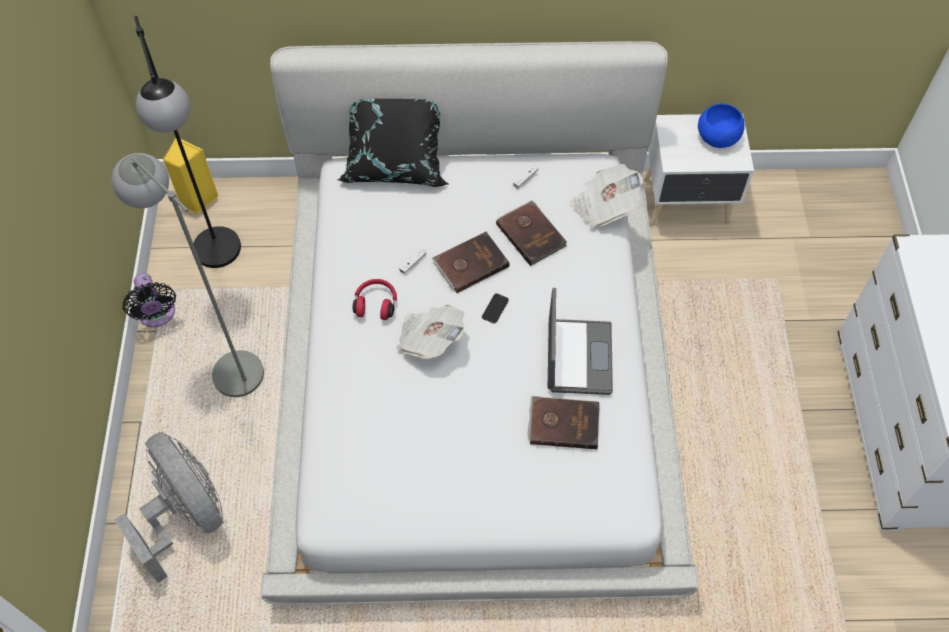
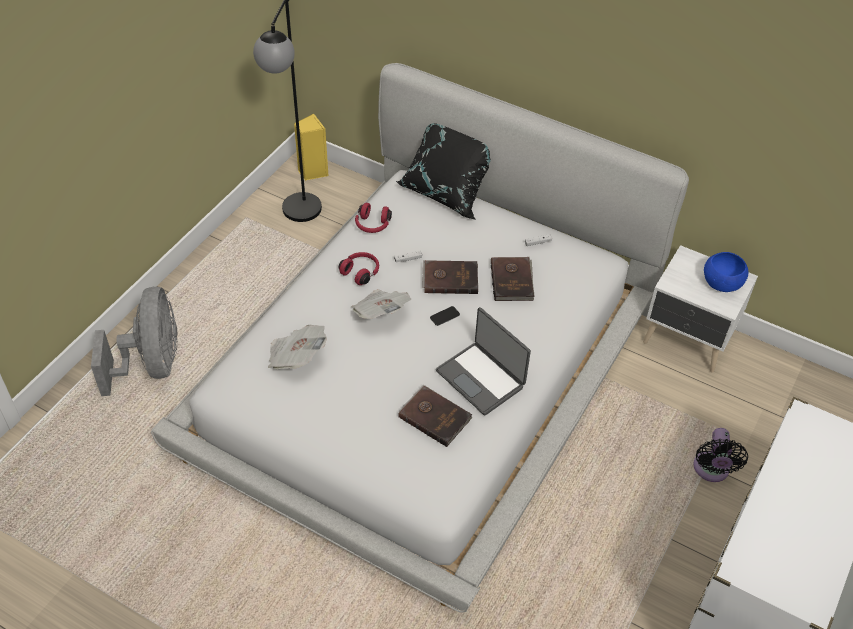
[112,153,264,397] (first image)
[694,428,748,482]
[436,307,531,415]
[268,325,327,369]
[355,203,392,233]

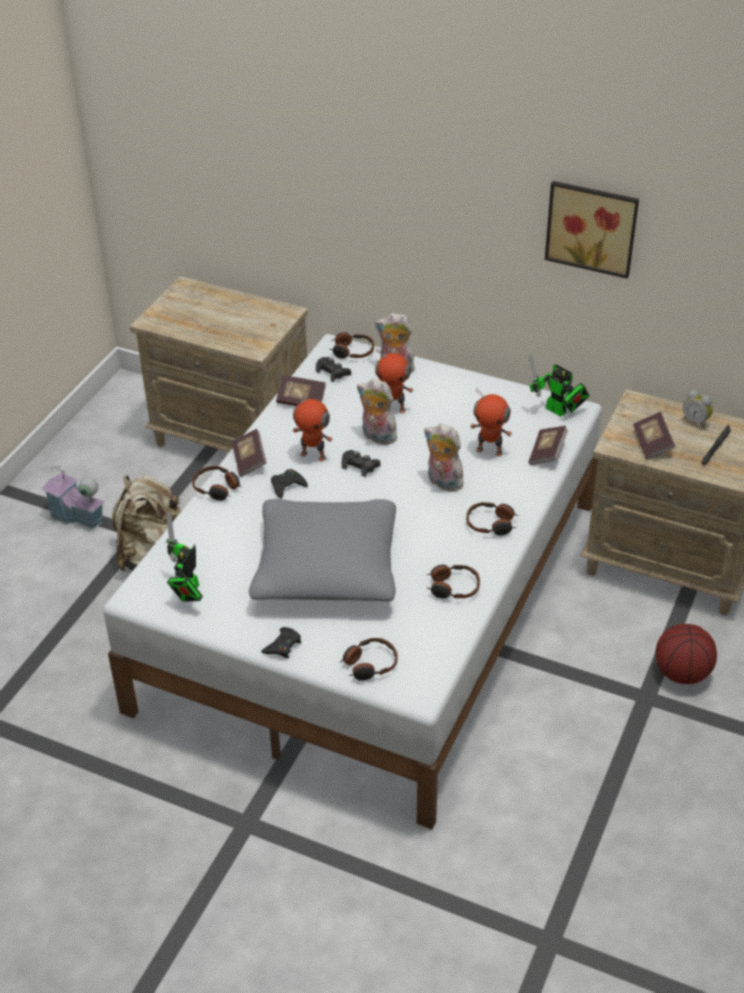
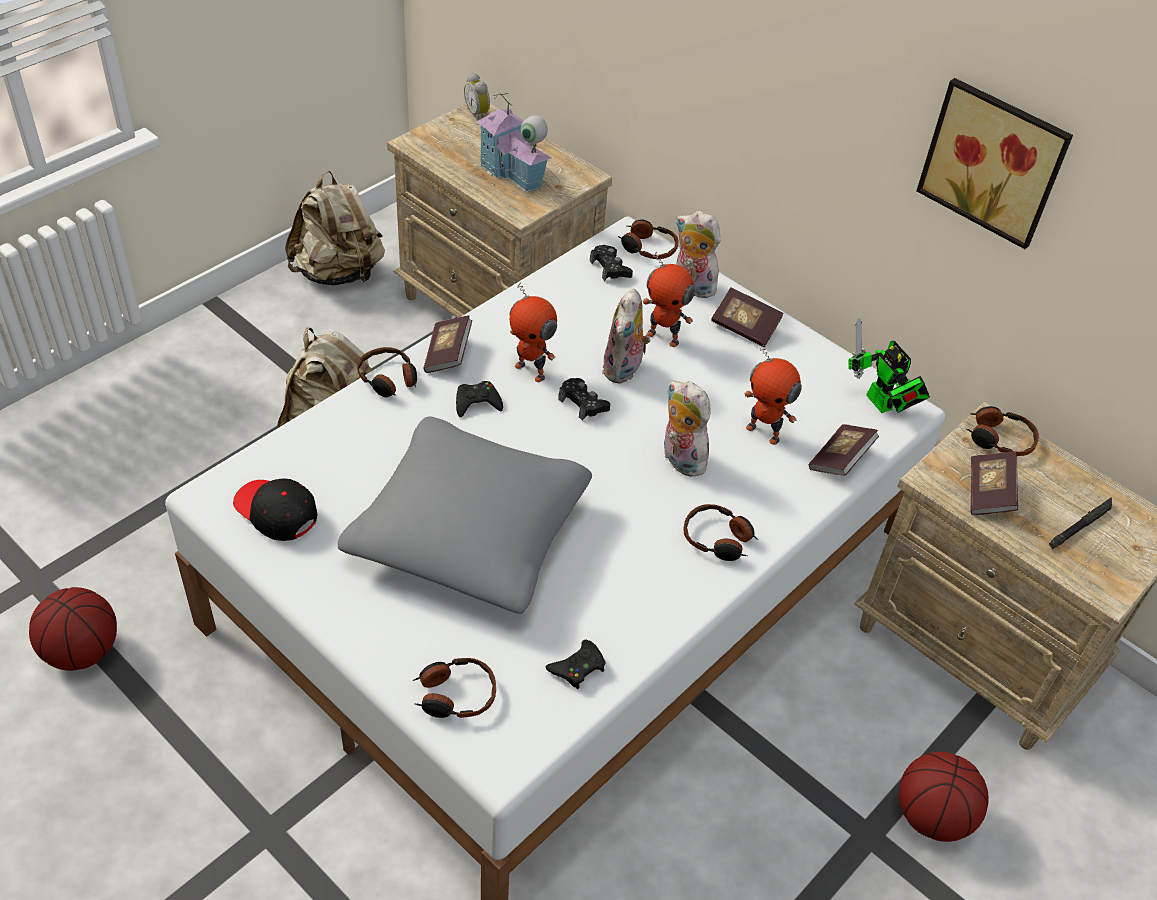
[476,90,552,192]
[233,478,318,541]
[545,640,606,689]
[711,288,783,347]
[602,289,650,384]
[967,406,1039,456]
[464,73,490,120]
[29,587,117,671]
[285,171,385,286]

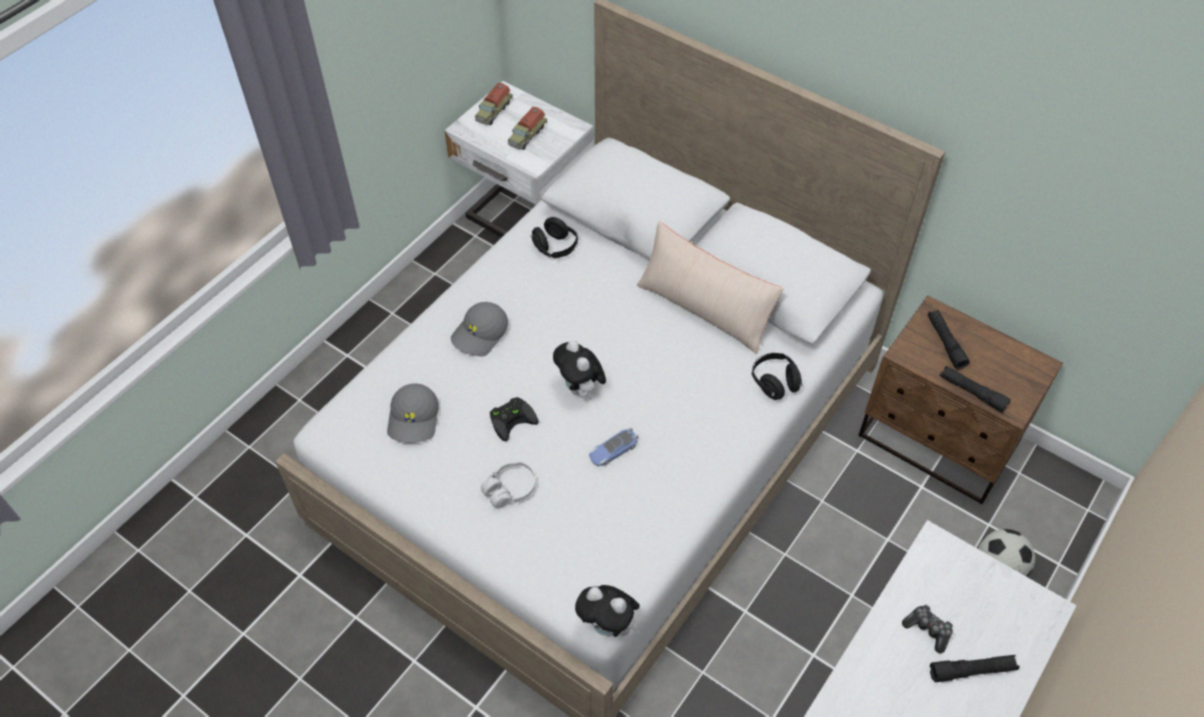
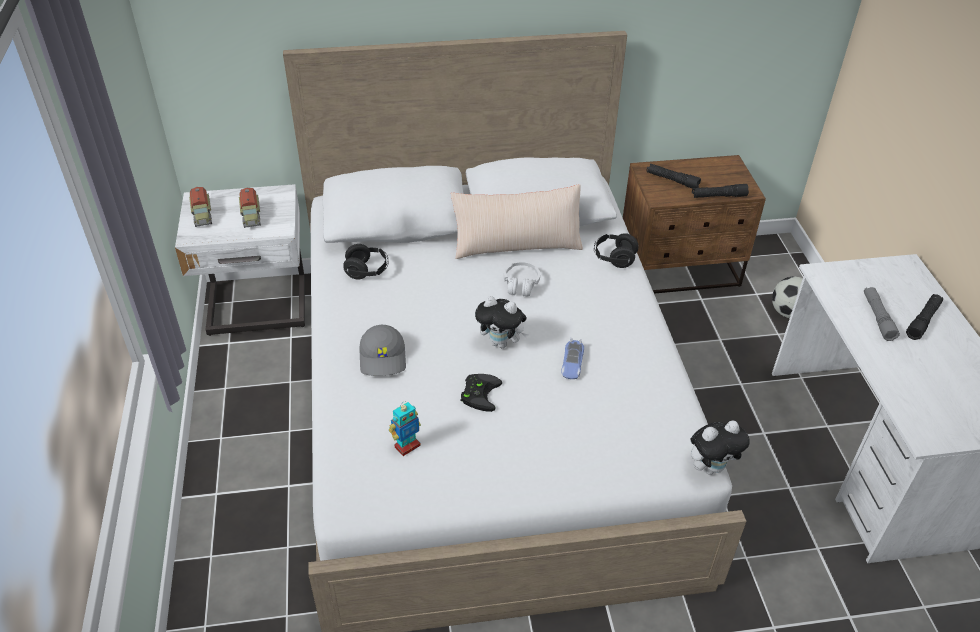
[389,402,421,456]
[504,262,540,297]
[864,287,900,341]

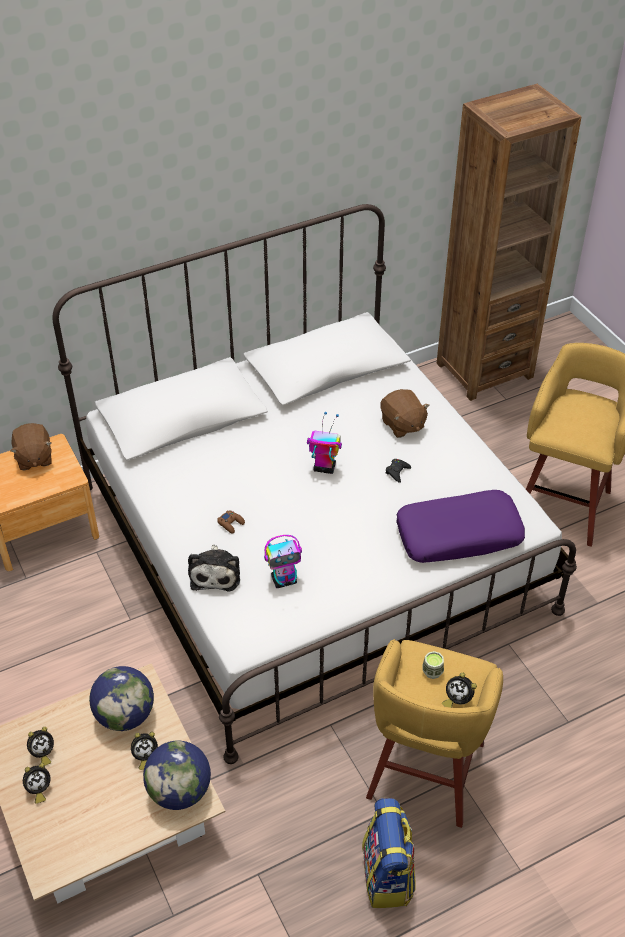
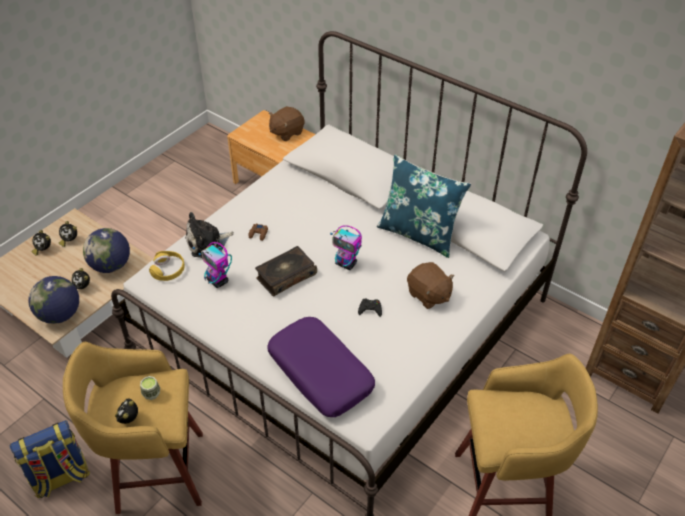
[330,225,362,270]
[407,262,455,309]
[149,251,185,281]
[255,246,317,296]
[377,155,471,258]

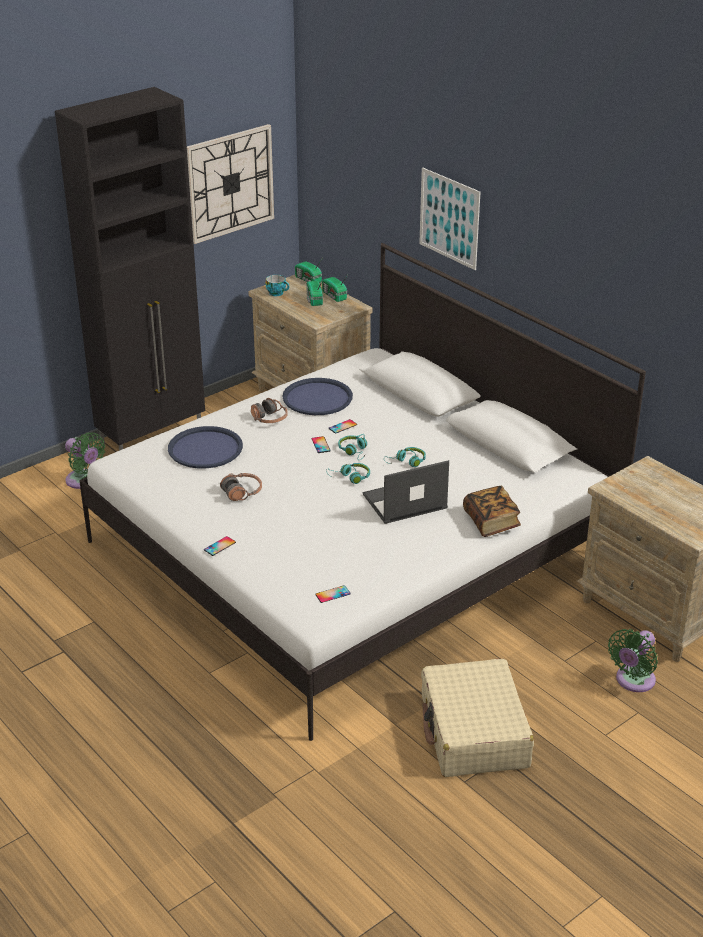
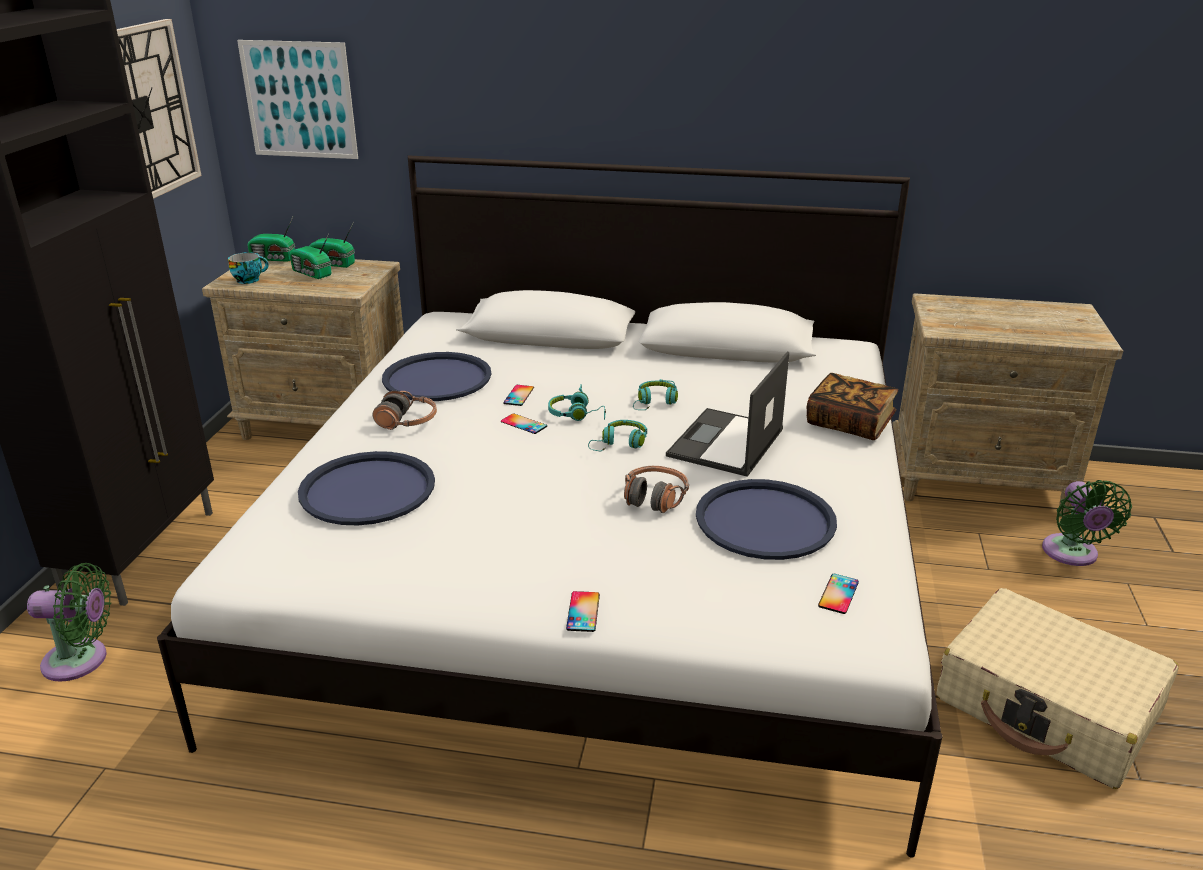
[624,466,689,513]
[237,40,358,159]
[696,479,837,560]

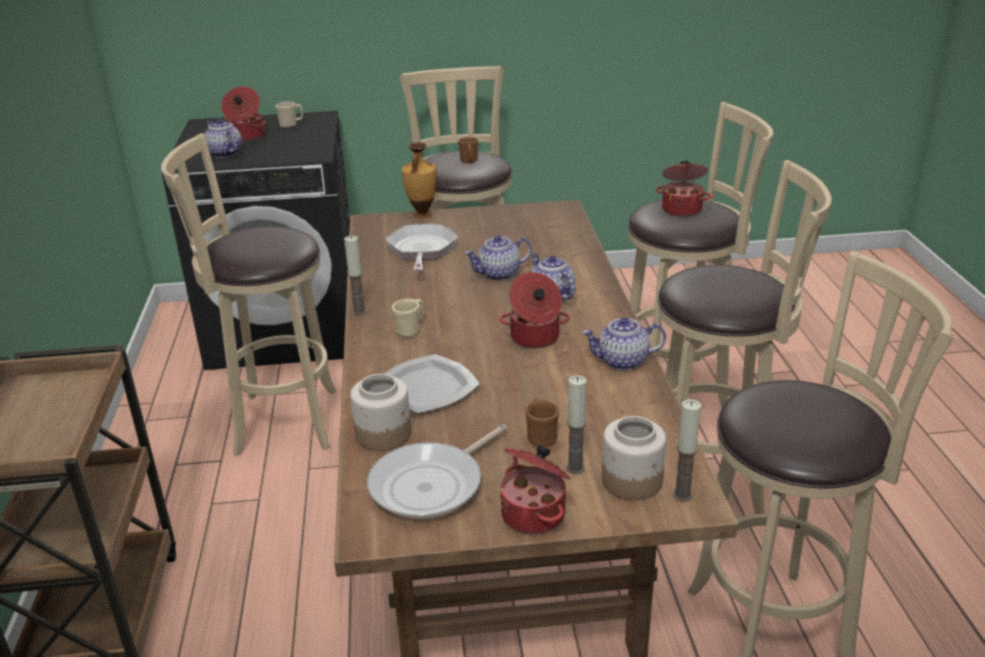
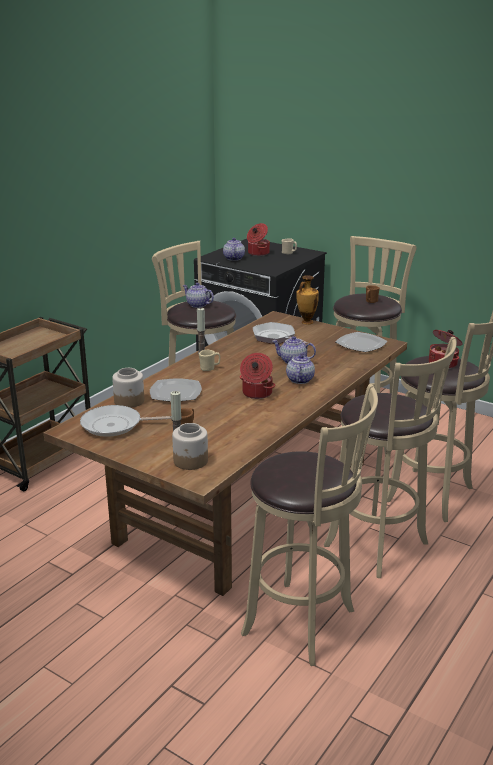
[253,322,308,344]
[501,445,571,534] (first image)
[183,283,214,308]
[673,399,701,501] (first image)
[336,332,387,352]

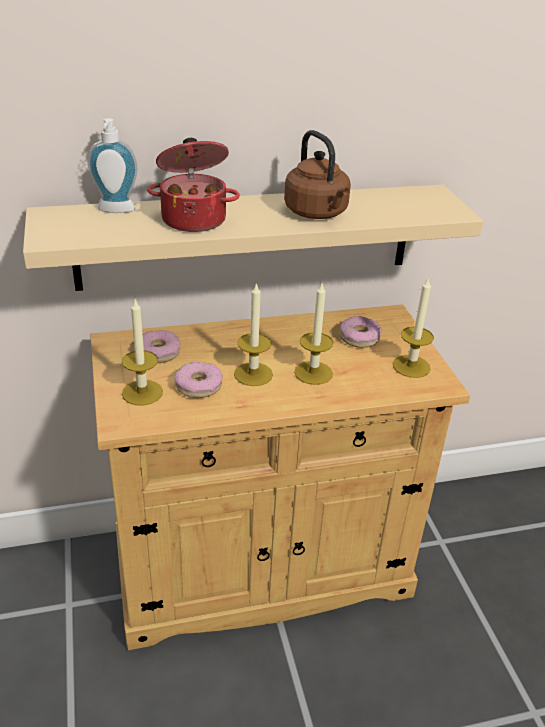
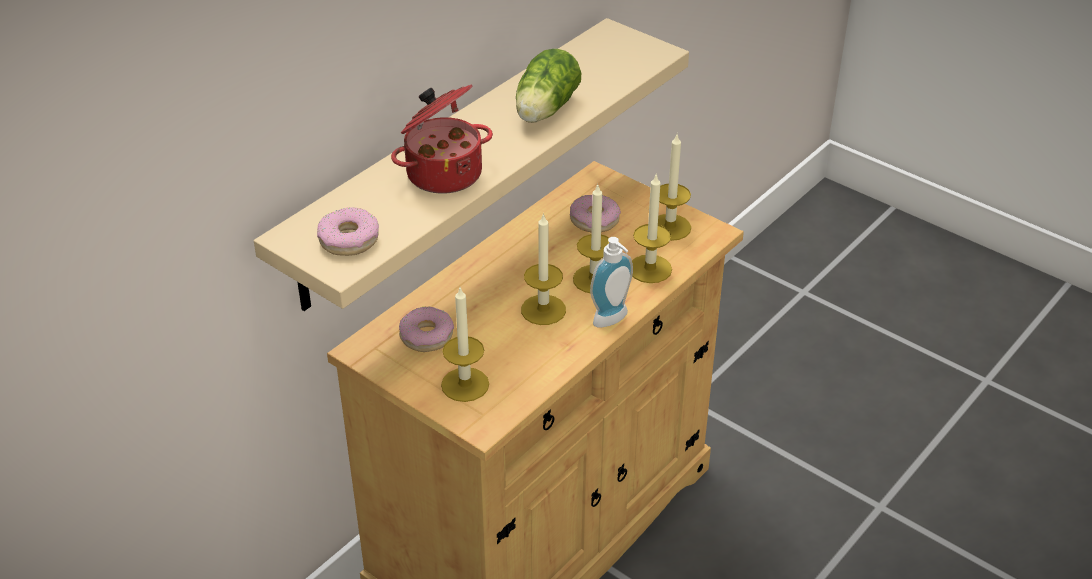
[590,237,633,328]
[317,207,379,256]
[516,49,581,122]
[632,173,672,283]

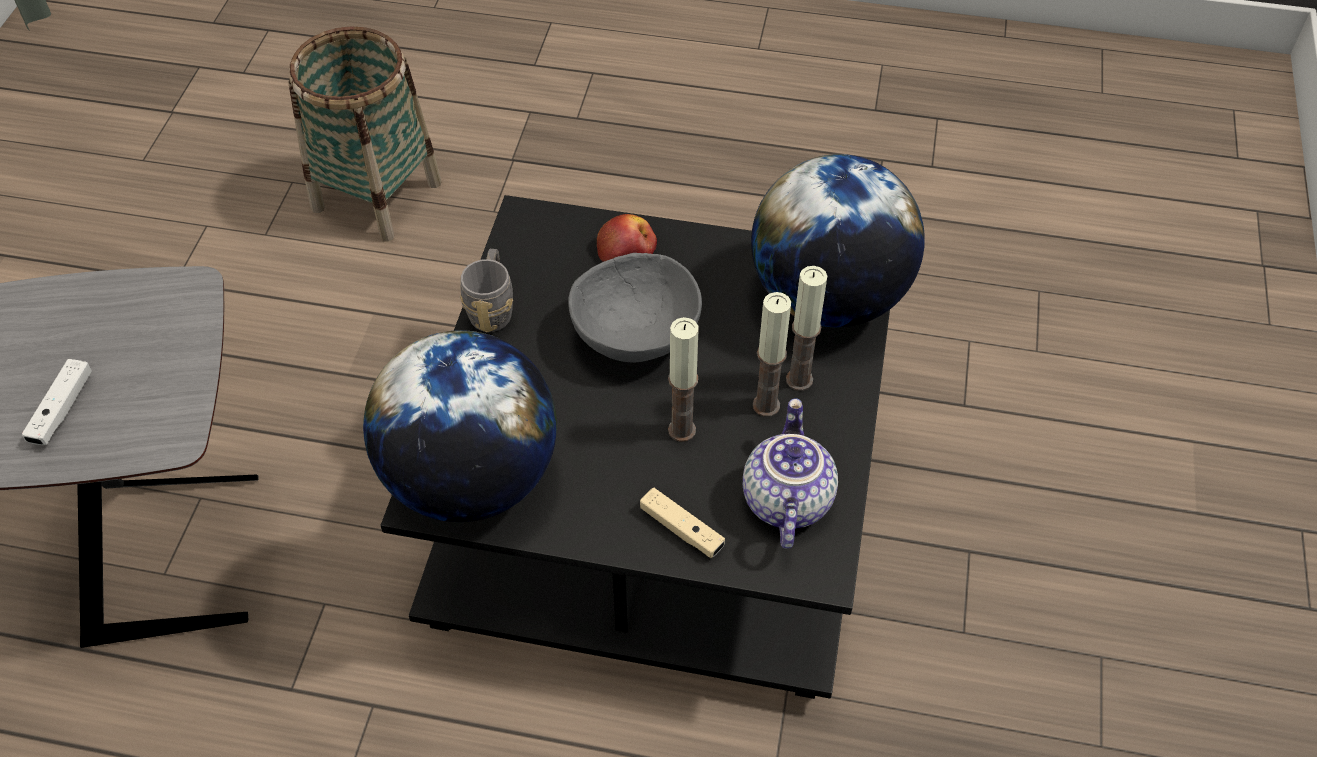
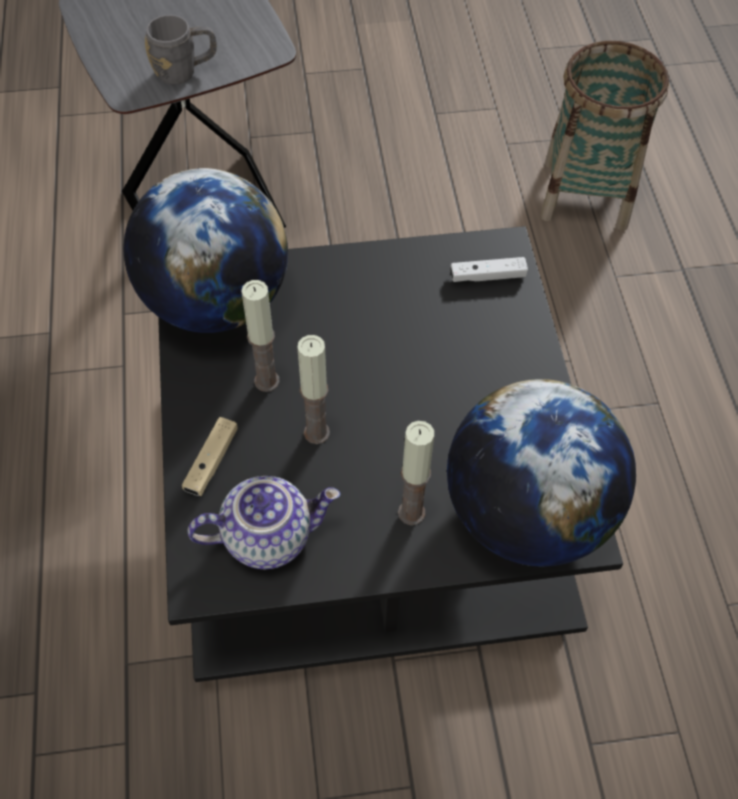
[450,257,528,282]
[145,15,217,85]
[568,253,702,362] (first image)
[597,214,657,262] (first image)
[241,280,280,392]

